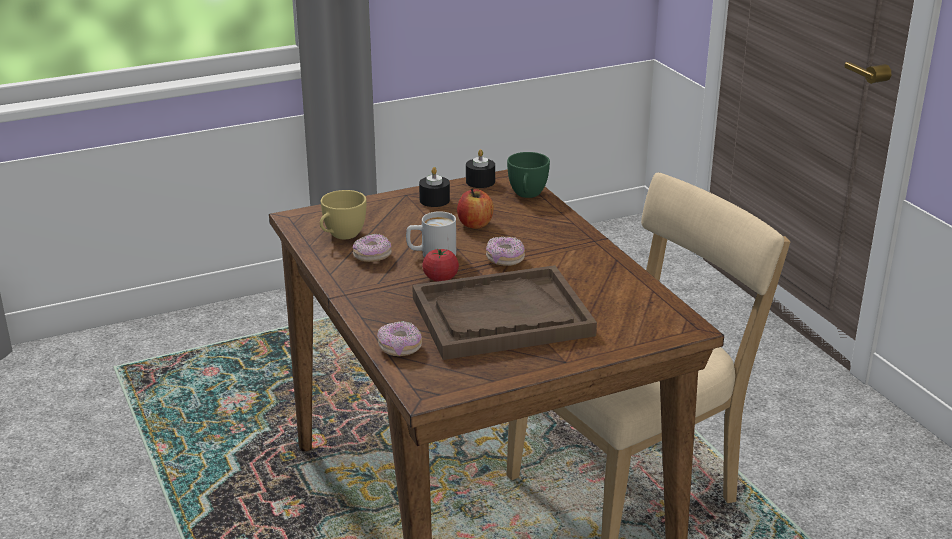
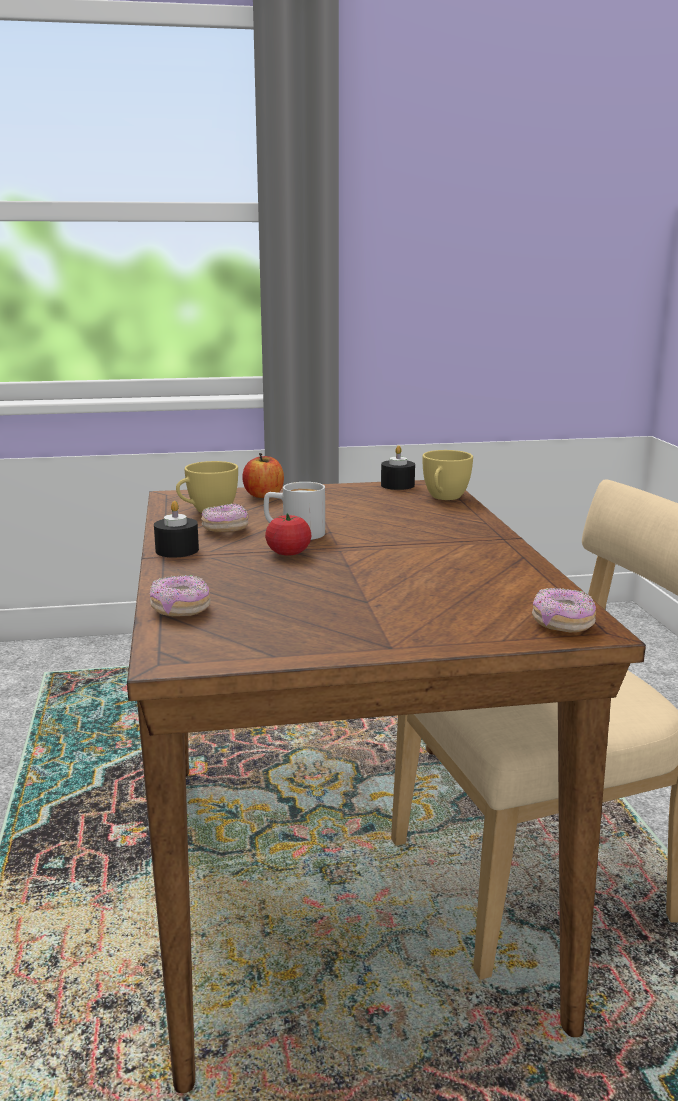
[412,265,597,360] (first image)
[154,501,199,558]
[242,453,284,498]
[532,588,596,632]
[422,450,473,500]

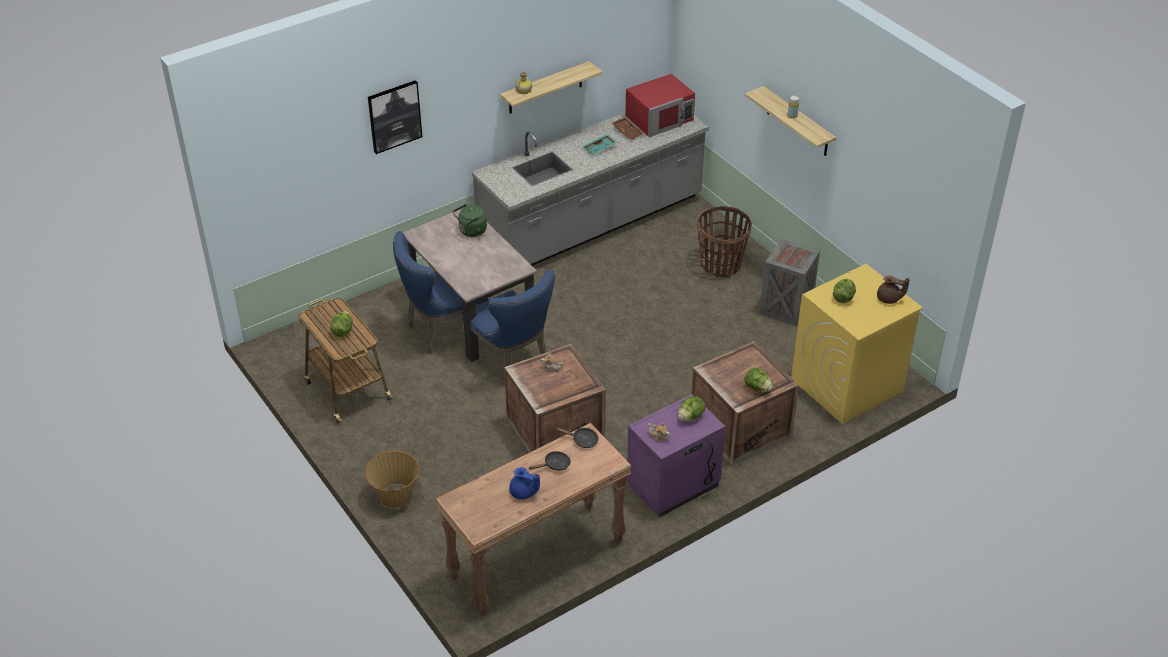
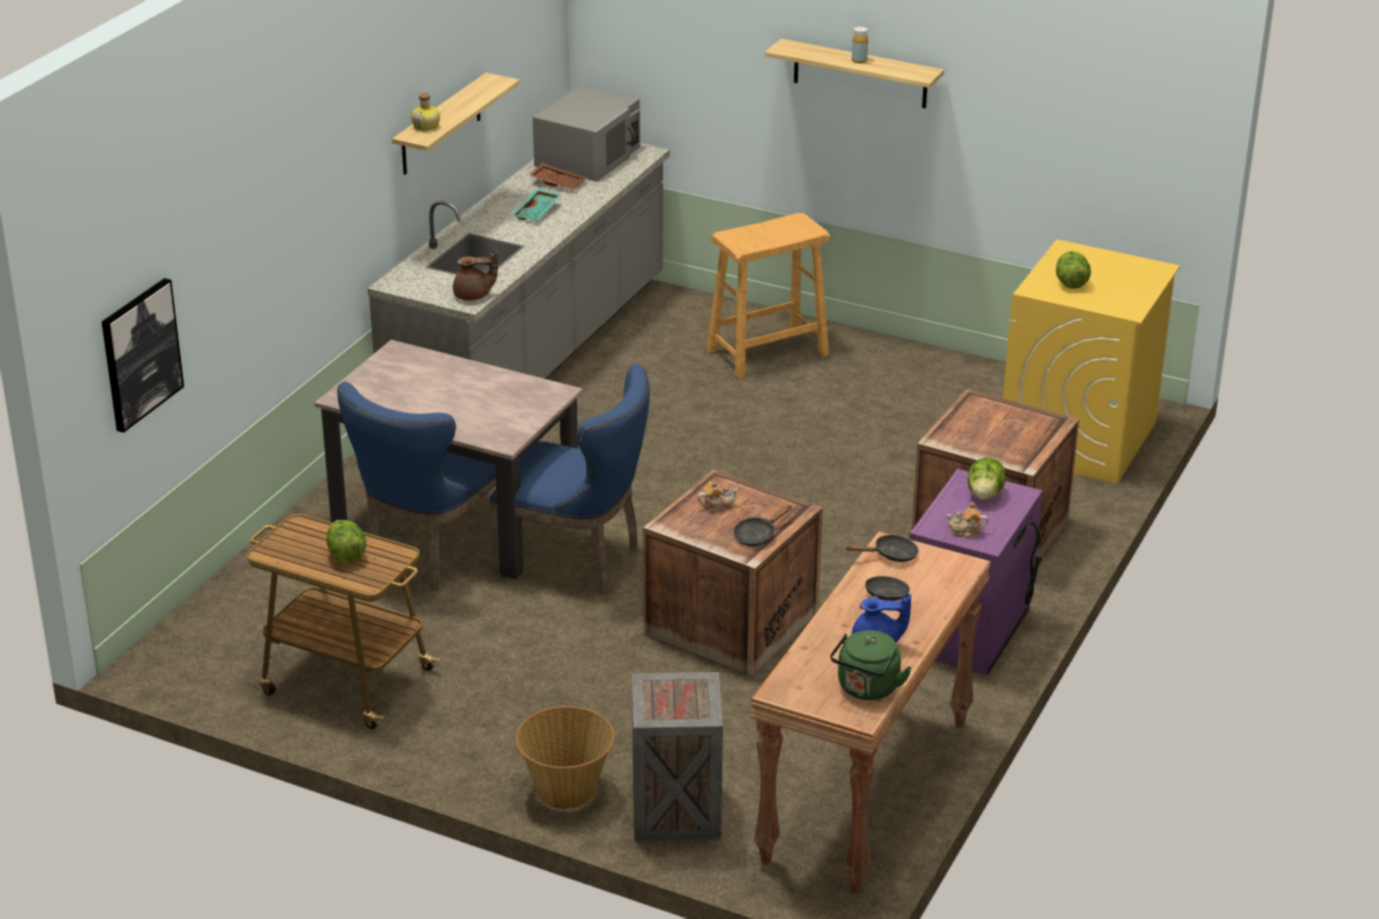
[102,278,184,433]
[830,630,912,700]
[533,85,640,182]
[706,213,830,379]
[744,367,773,392] (first image)
[632,672,723,841]
[453,250,498,301]
[733,505,792,546]

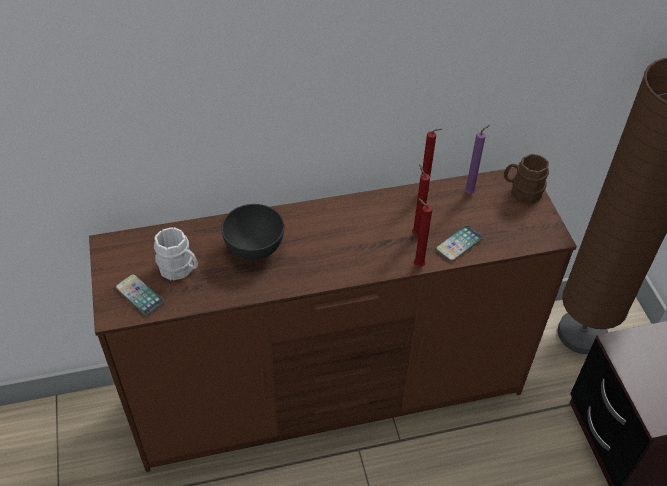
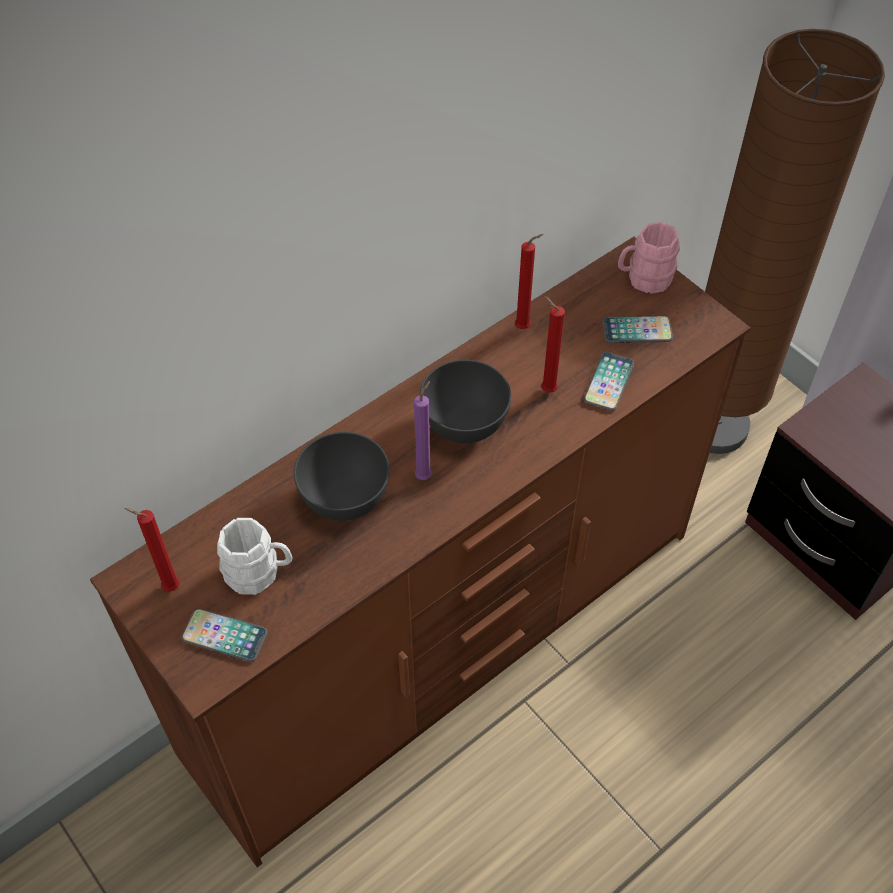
[125,508,180,592]
[414,381,432,480]
[618,222,680,294]
[420,360,511,443]
[603,316,673,343]

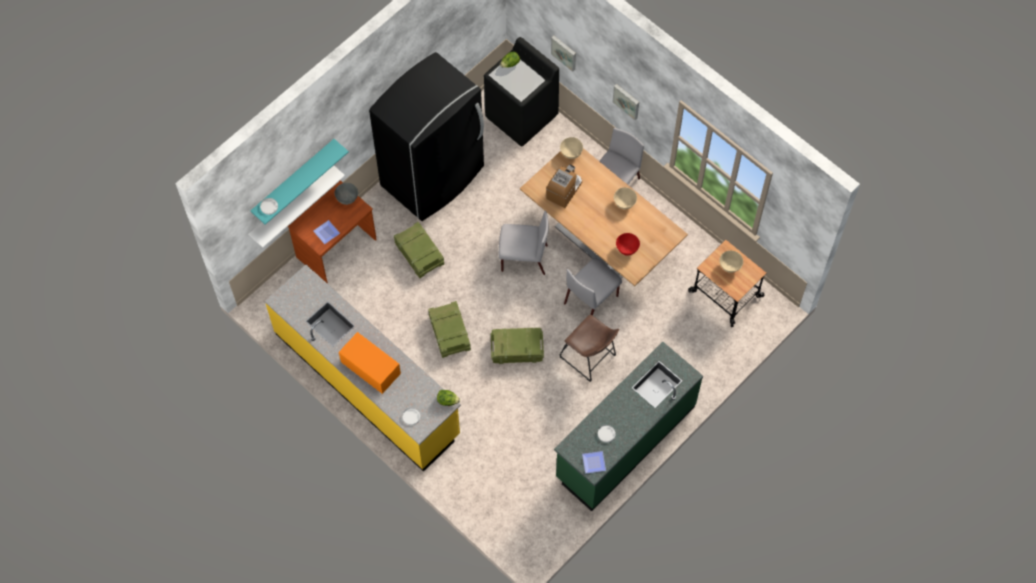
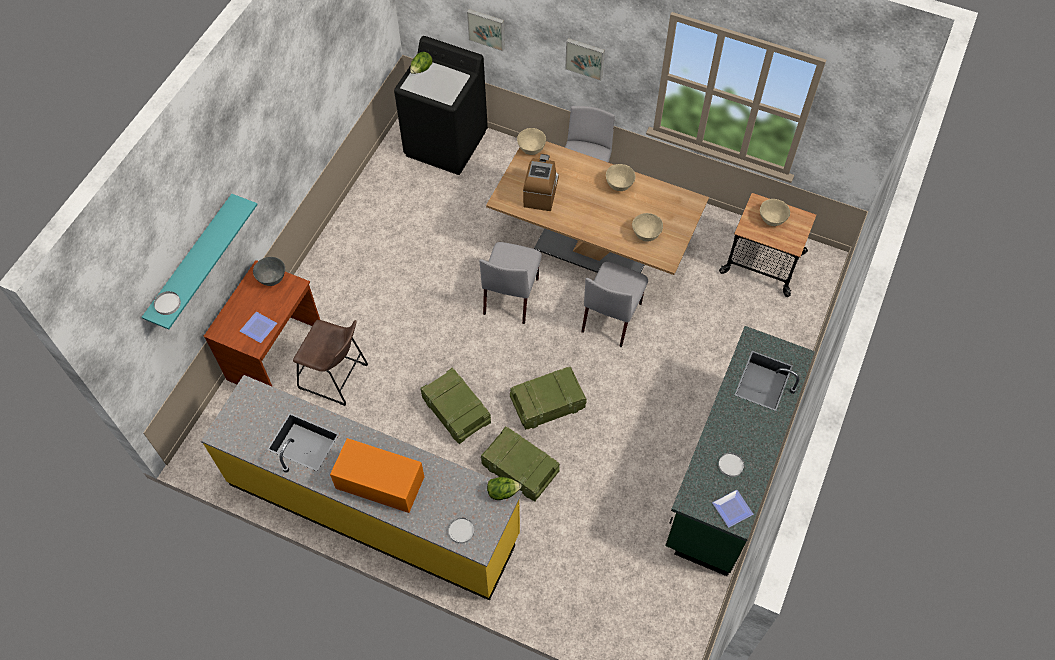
[248,165,345,248] (first image)
[369,52,484,221] (first image)
[481,426,560,501]
[479,242,542,324]
[293,320,368,406]
[632,213,663,242]

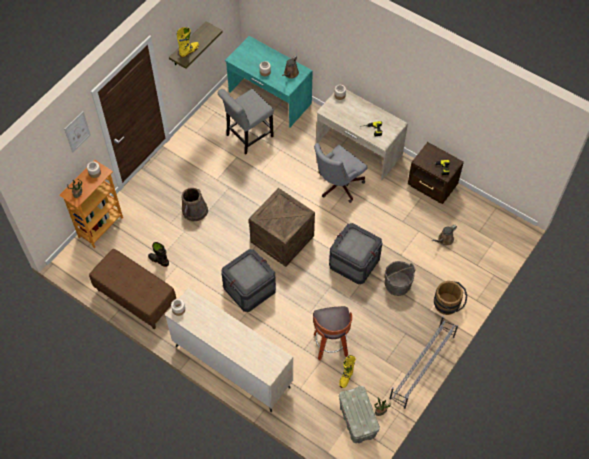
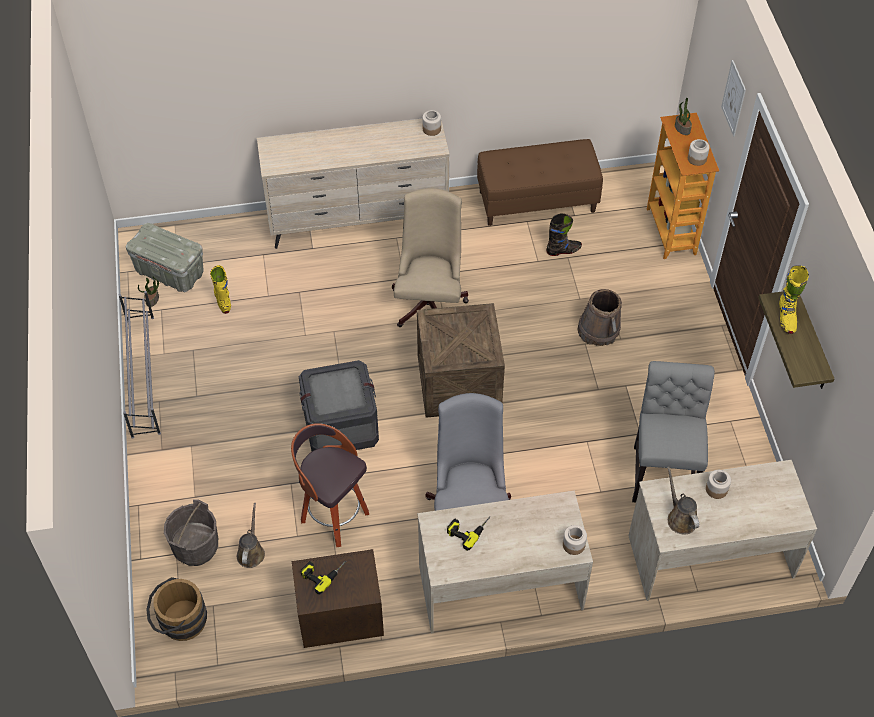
[392,188,469,327]
[628,460,817,601]
[291,423,369,547]
[164,499,218,566]
[146,577,207,641]

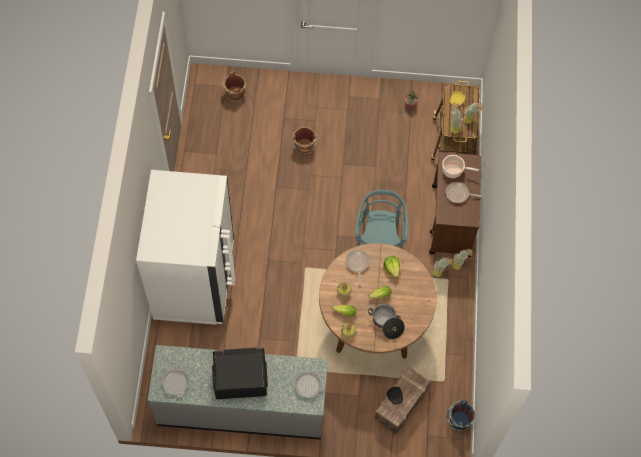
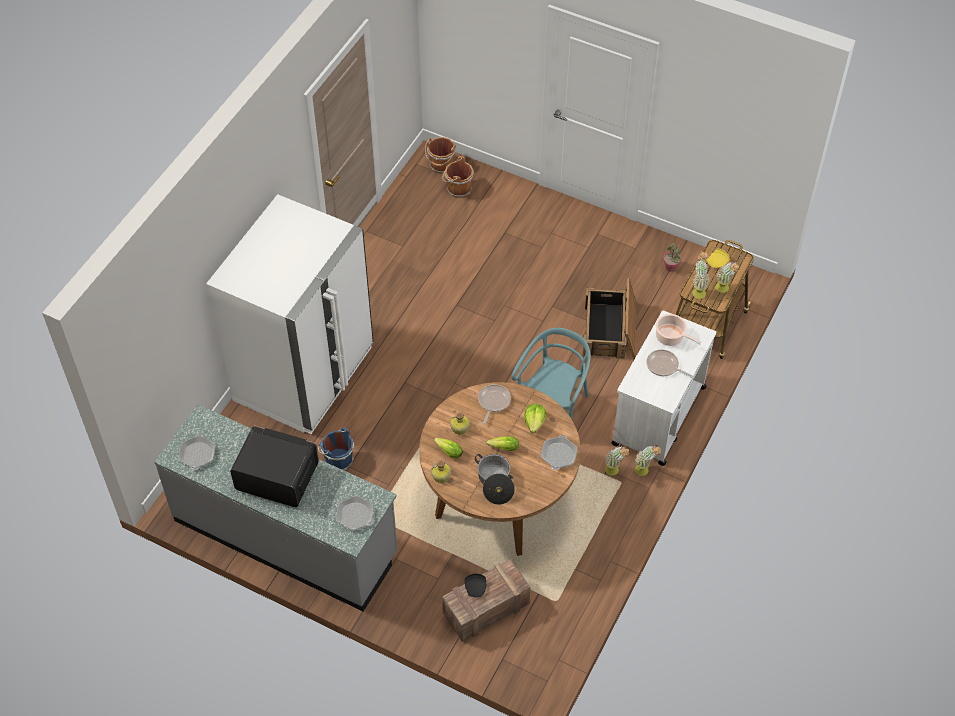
[425,137,456,174]
[612,311,716,466]
[318,428,354,470]
[541,435,577,470]
[583,278,637,359]

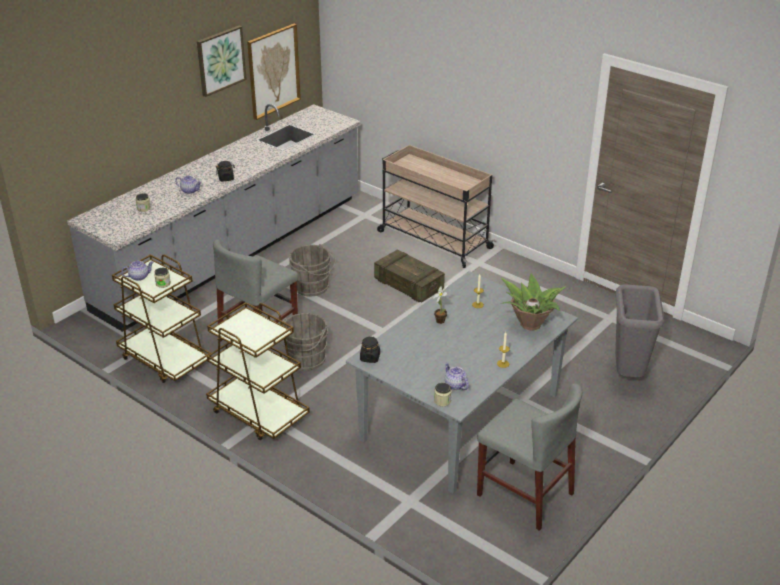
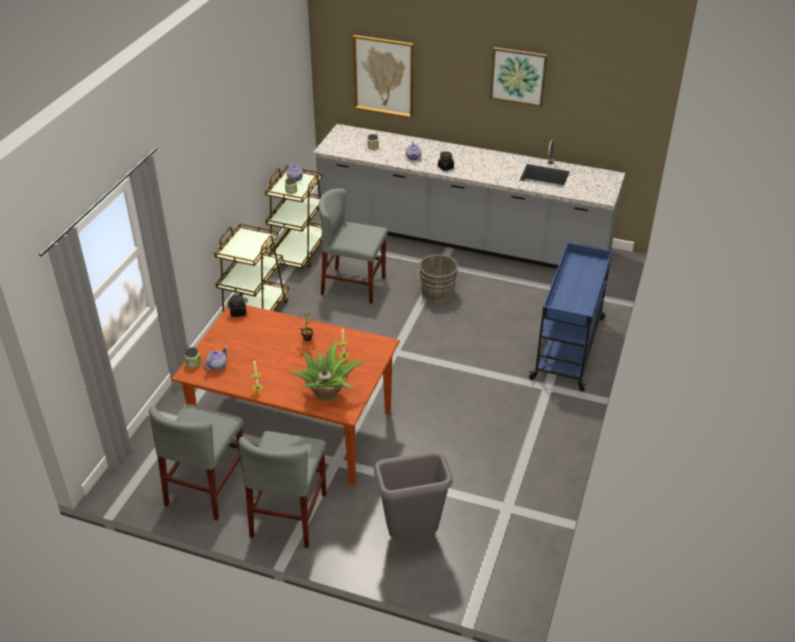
[352,35,414,118]
[279,313,328,371] (first image)
[172,304,400,486]
[374,250,445,303] (first image)
[529,243,612,391]
[239,431,326,548]

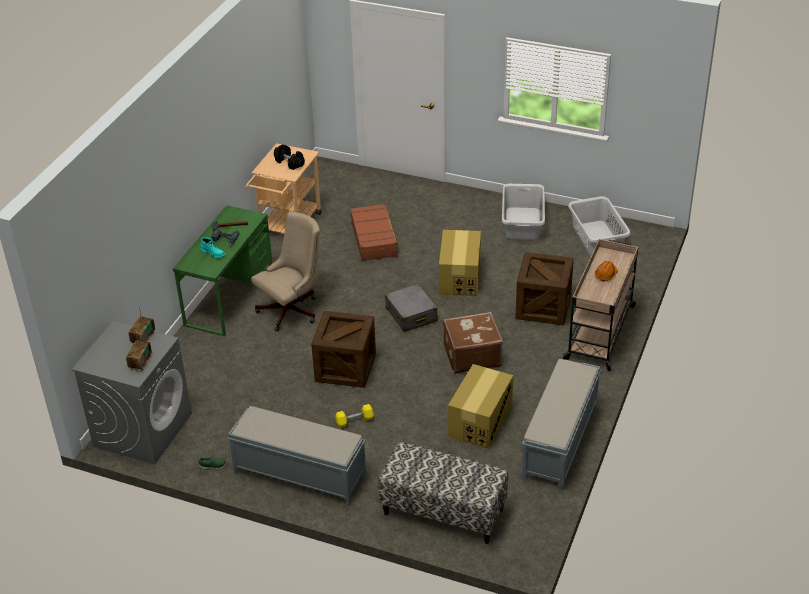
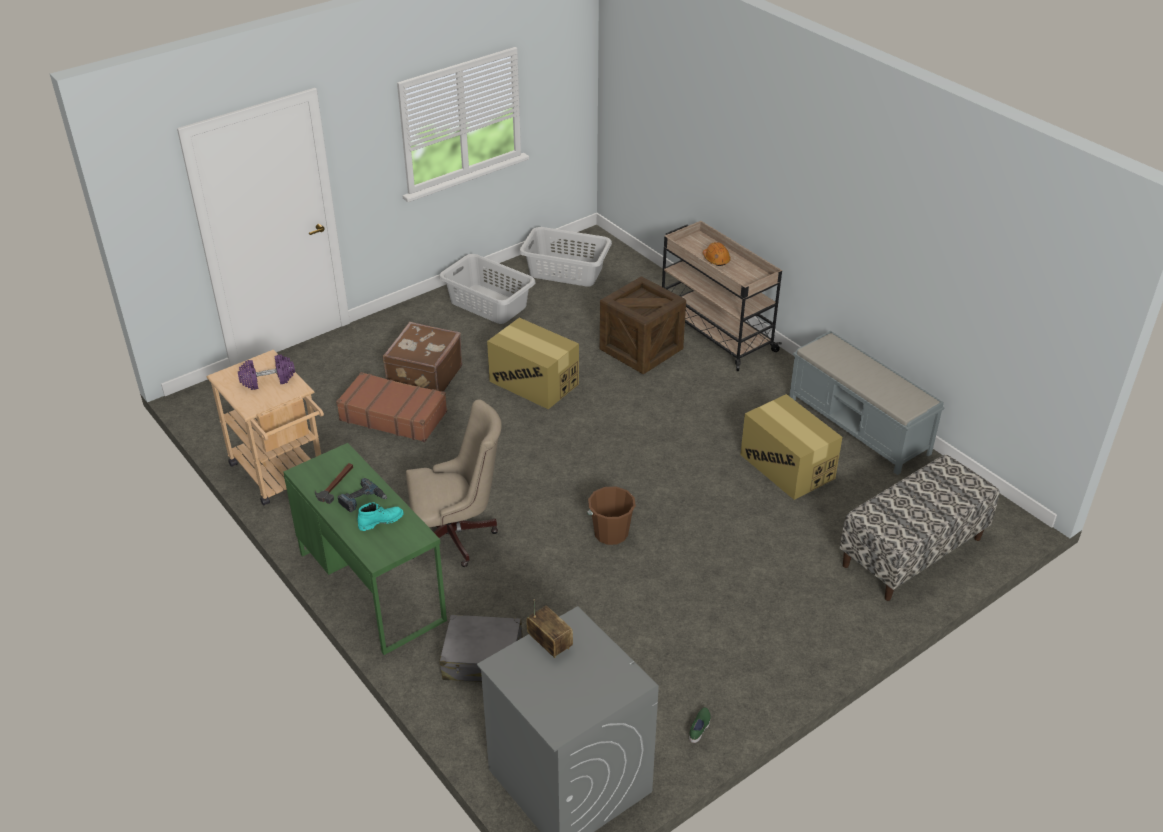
[126,330,152,371] (first image)
[227,406,366,506] (first image)
[406,399,502,567]
[238,354,295,390]
[588,487,636,545]
[335,404,374,428] (first image)
[440,615,523,682]
[383,322,462,392]

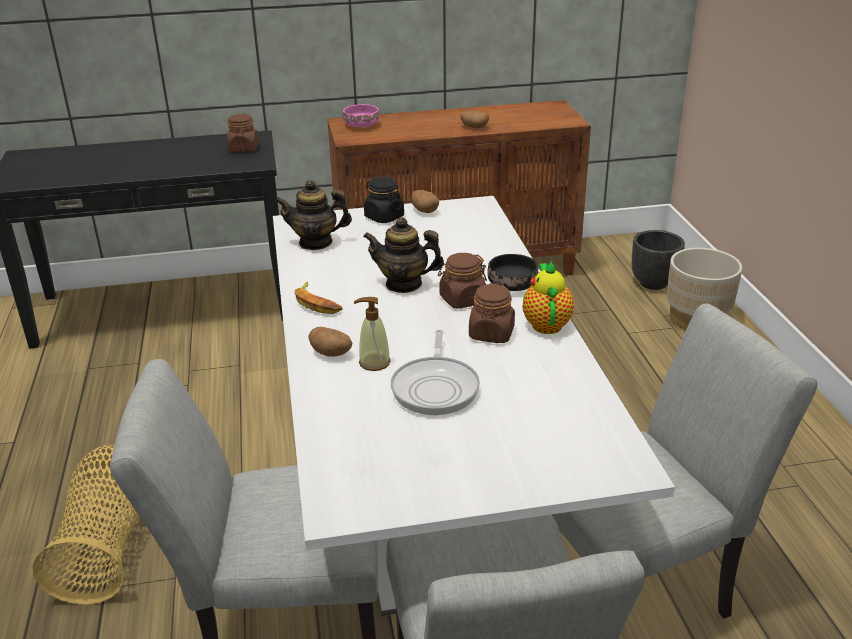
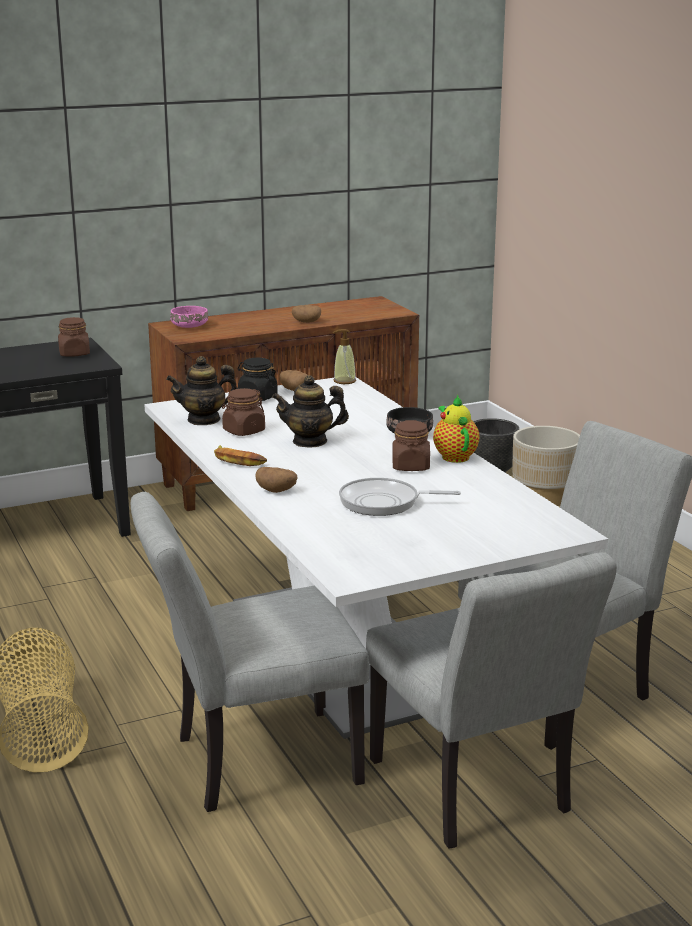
[333,329,356,384]
[339,478,461,516]
[222,388,265,436]

